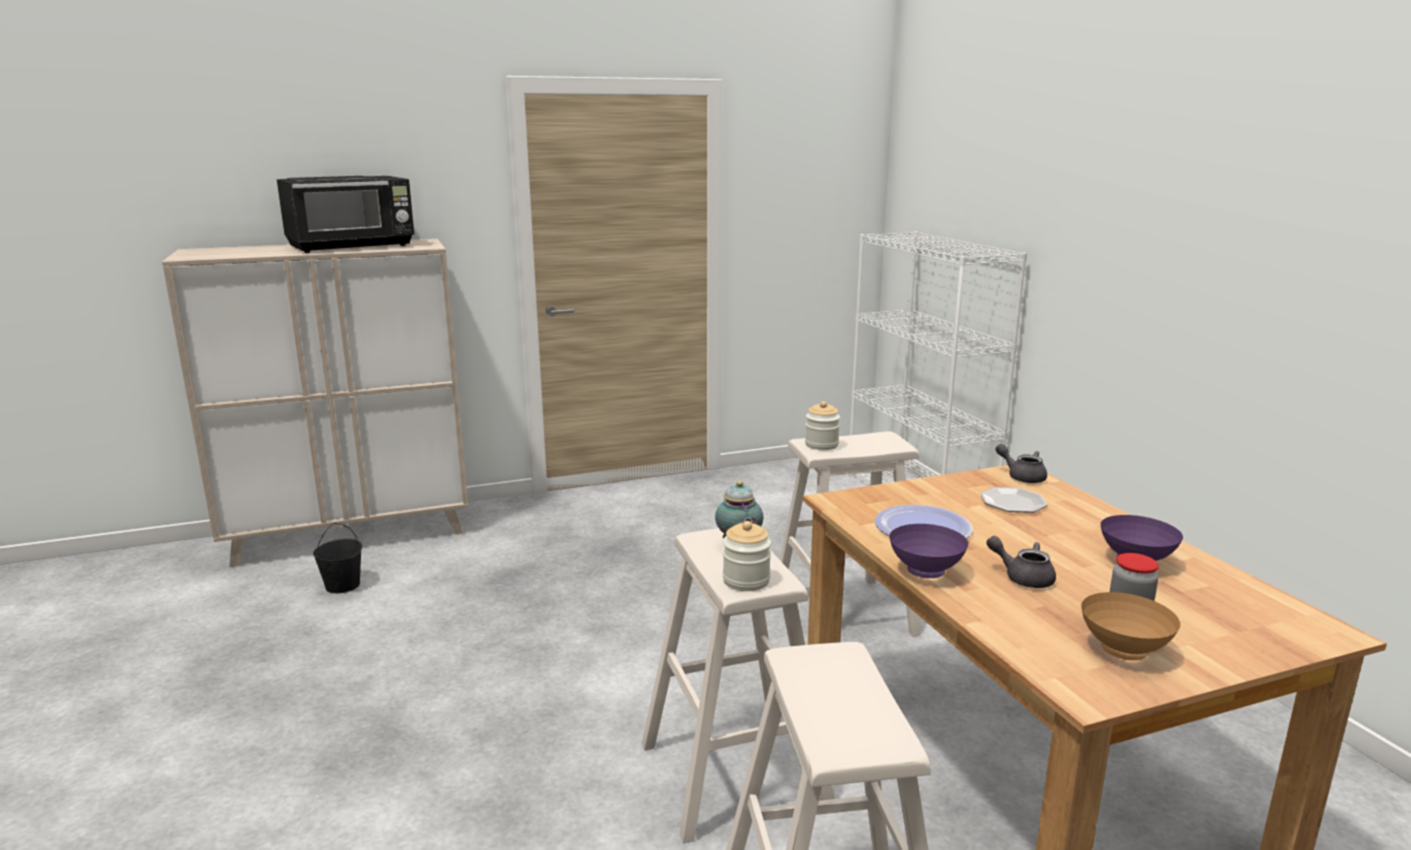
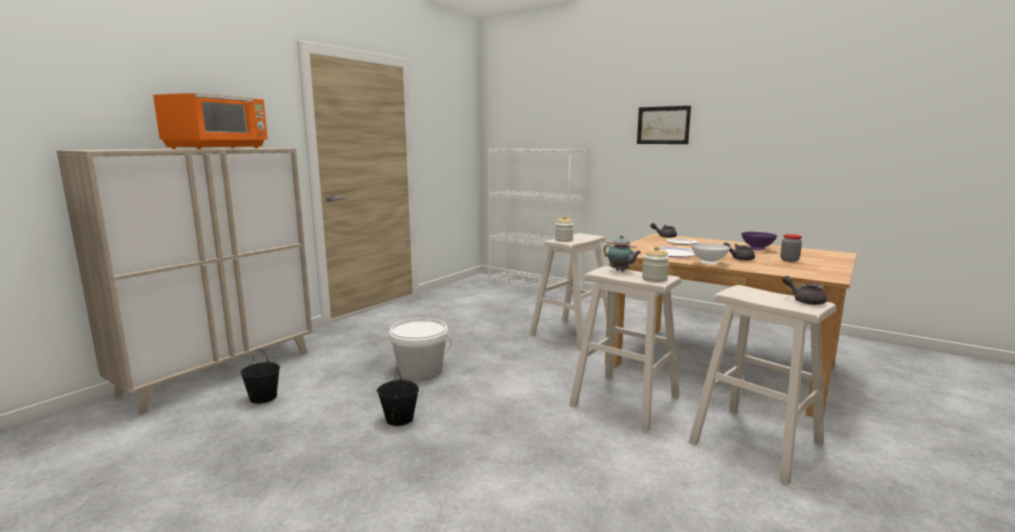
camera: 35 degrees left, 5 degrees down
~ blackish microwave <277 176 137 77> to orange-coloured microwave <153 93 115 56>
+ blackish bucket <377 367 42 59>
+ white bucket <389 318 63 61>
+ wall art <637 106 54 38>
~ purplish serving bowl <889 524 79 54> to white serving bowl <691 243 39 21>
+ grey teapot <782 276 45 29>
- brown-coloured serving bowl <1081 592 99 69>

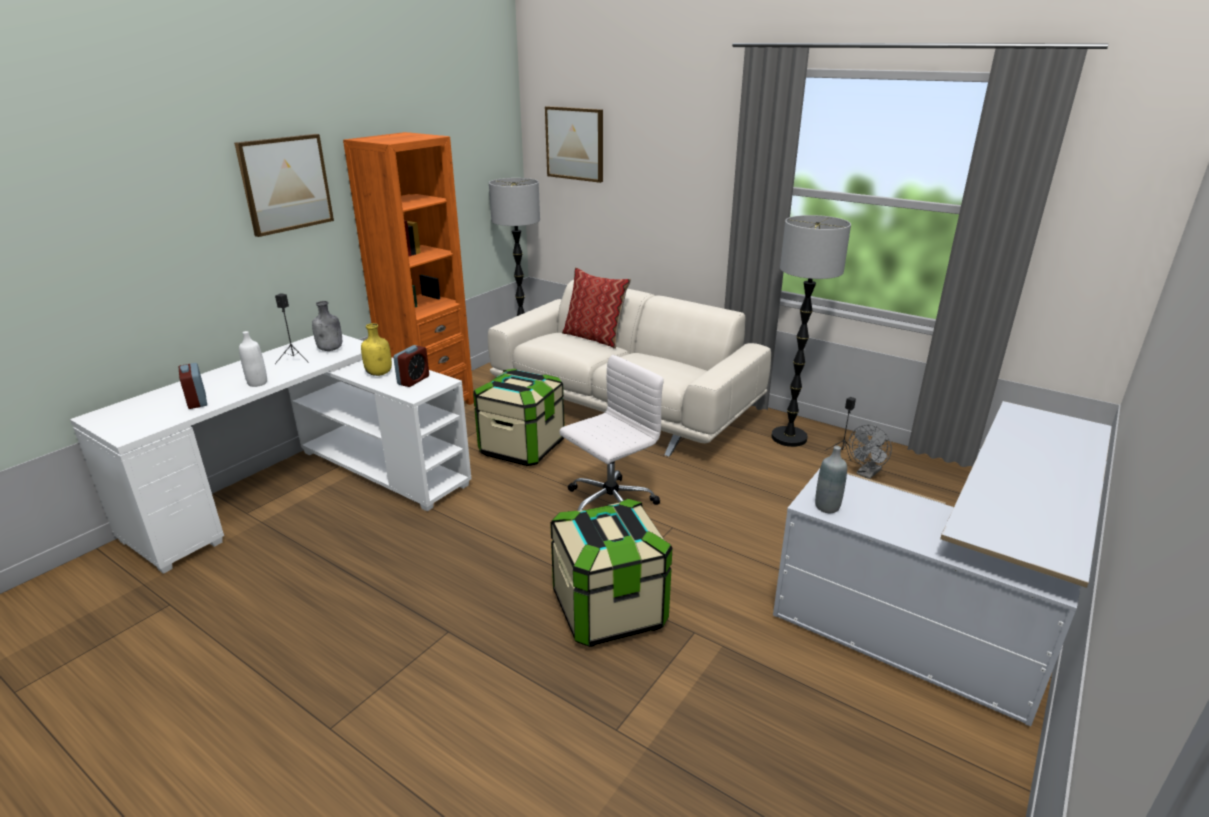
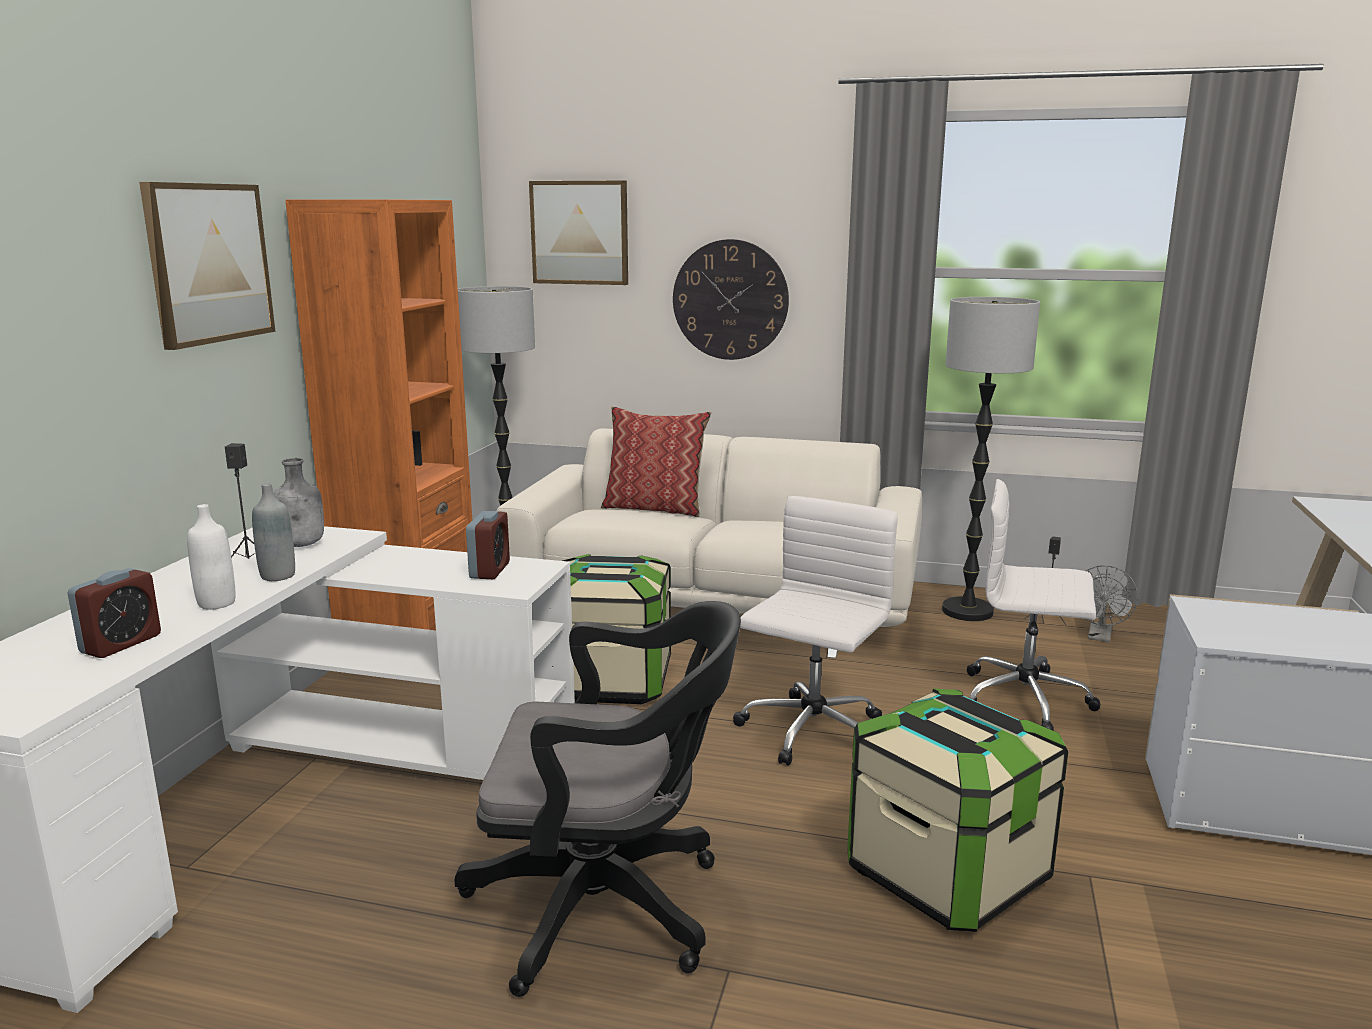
camera: 20 degrees left, 10 degrees down
~ alarm clock <179 363 28 46> = <67 568 94 90> 105 degrees counterclockwise
~ grey beverage bottle <815 446 32 67> to <252 483 43 98>
+ blackish desk chair <455 601 286 396>
+ clock on the wall <673 239 116 121>
+ white desk chair <967 479 134 252>
- yellow beverage bottle <361 323 31 53>

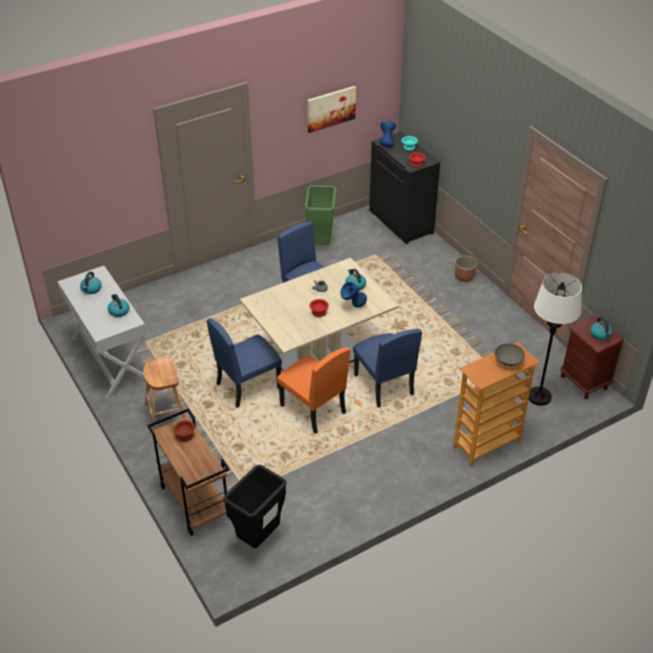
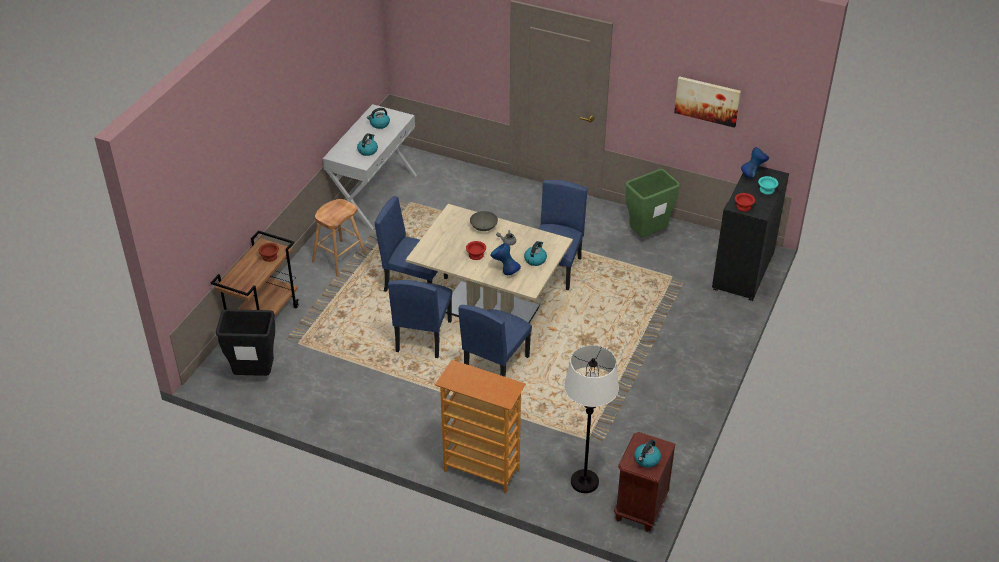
camera: 55 degrees right, 0 degrees up
~ orange-coloured chair <277 347 73 87> to blue-coloured chair <388 280 64 78>
~ grey serving bowl <495 344 30 22> to <470 211 28 20>
- planter <455 256 22 26>

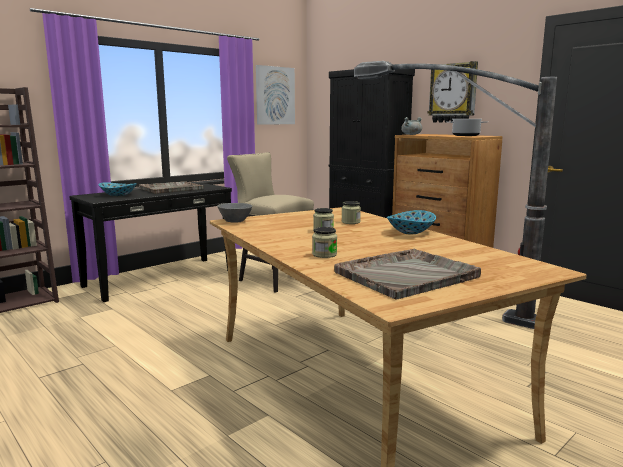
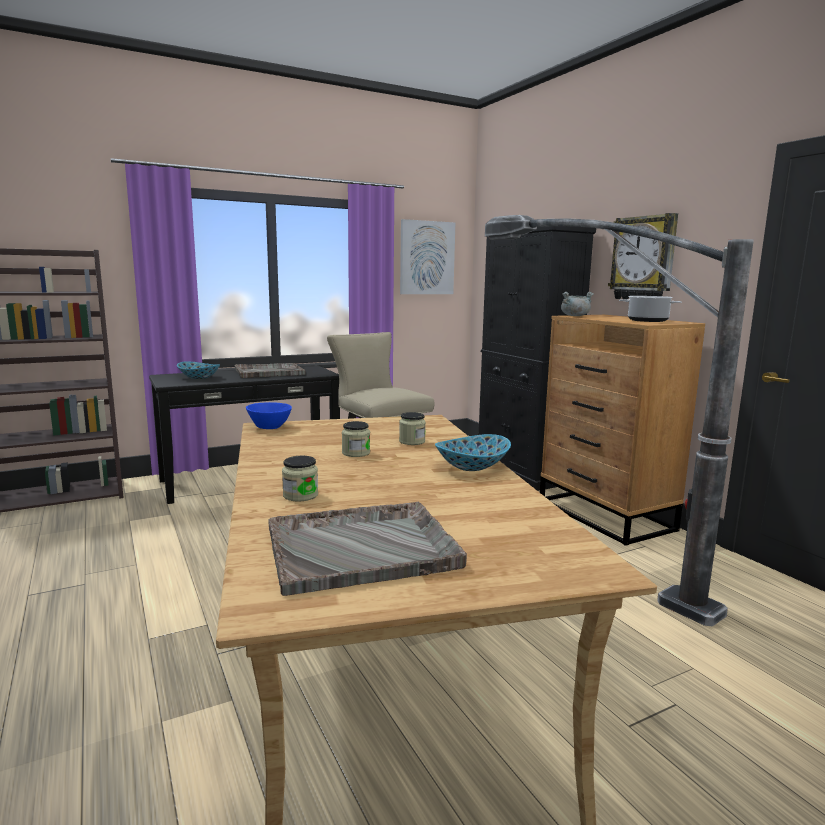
camera: 15 degrees right, 0 degrees up
~ grey serving bowl <217 203 35 19> to blue-coloured serving bowl <246 402 46 27>

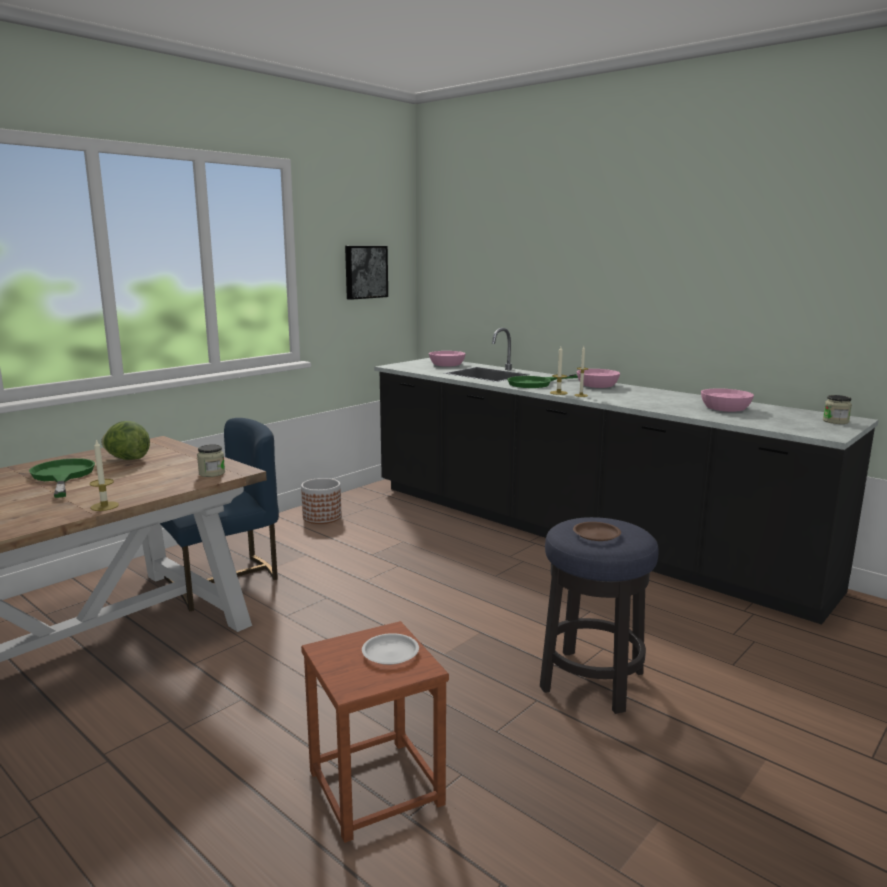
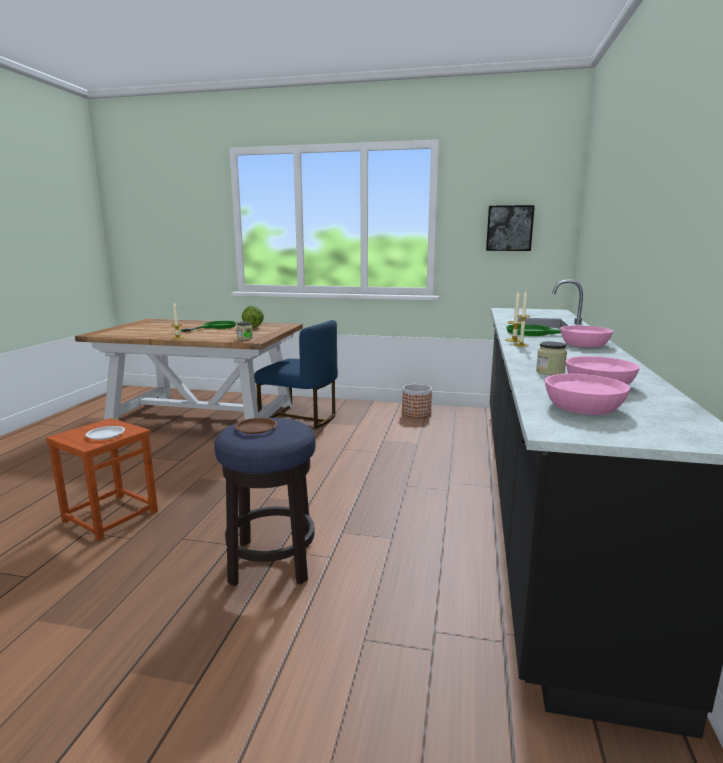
camera: 60 degrees right, 0 degrees up
~ preserve jar <823 395 29 29> to <536 341 31 34>
~ pink-coloured serving bowl <429 351 36 16> to <545 374 85 41>

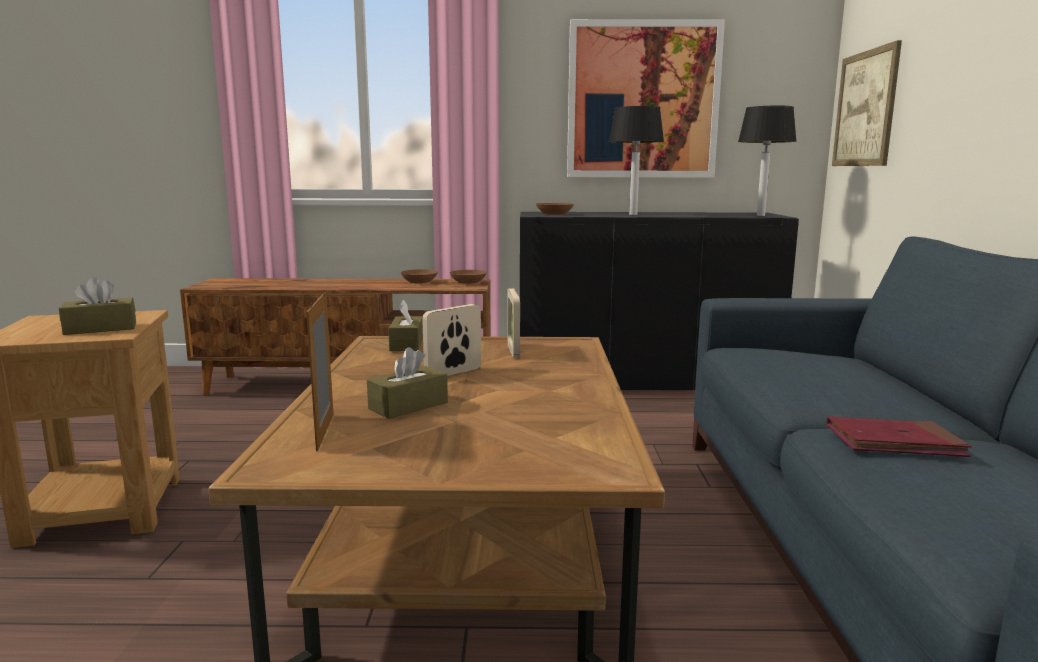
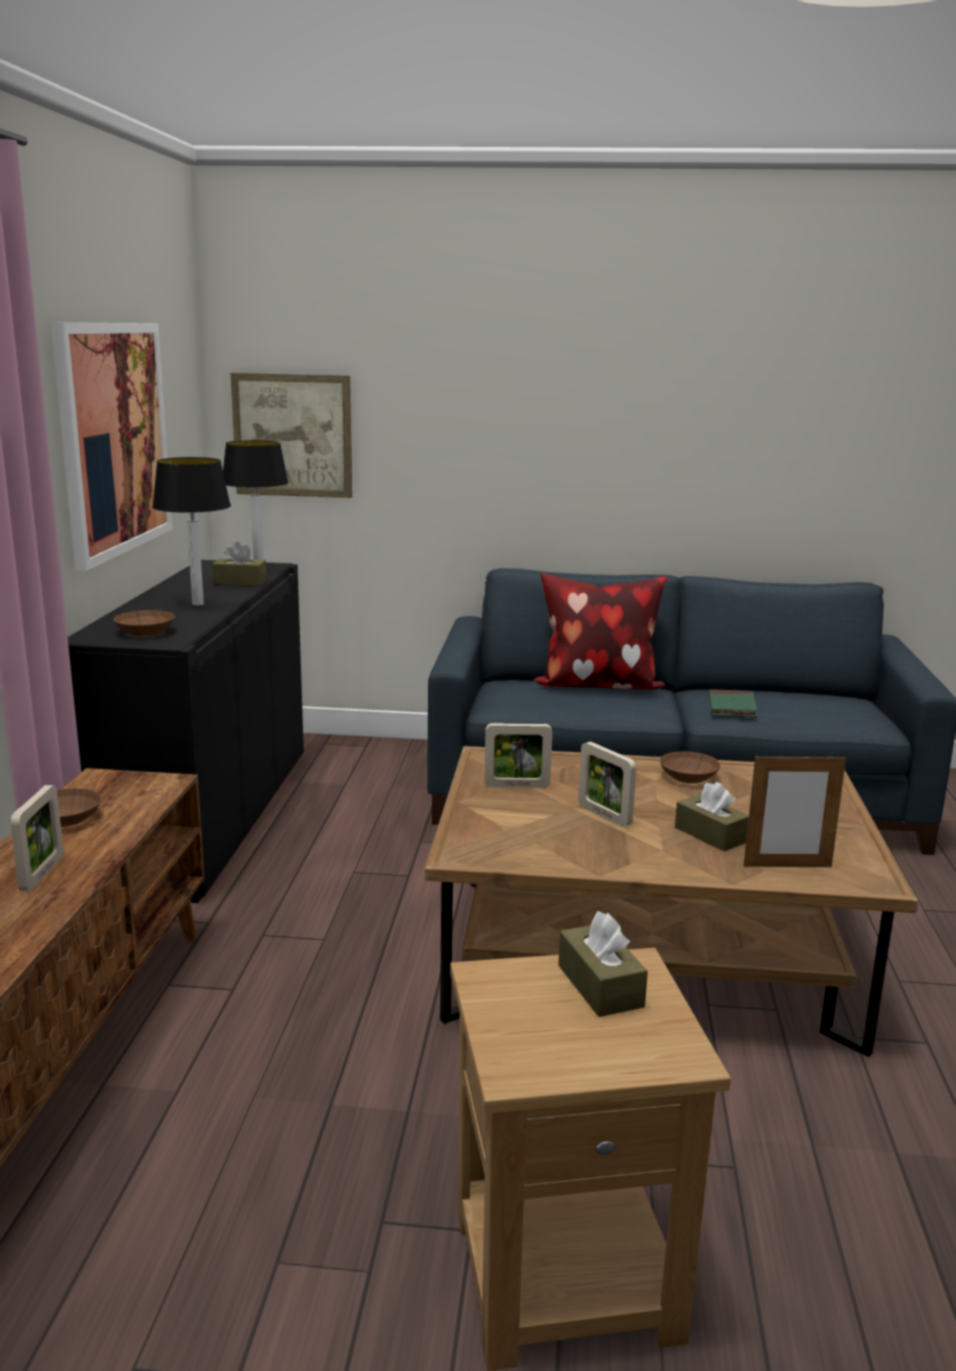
camera: 85 degrees left, 5 degrees up
+ standing frame <10 785 53 106>
~ brown-coloured box of tissues <388 300 35 51> to <212 542 55 44>
+ throw pillow <534 573 133 117>
~ brown-coloured serving bowl <450 270 37 14> to <660 751 61 32>
~ reddish book <826 416 146 41> to greenish book <709 689 48 28>

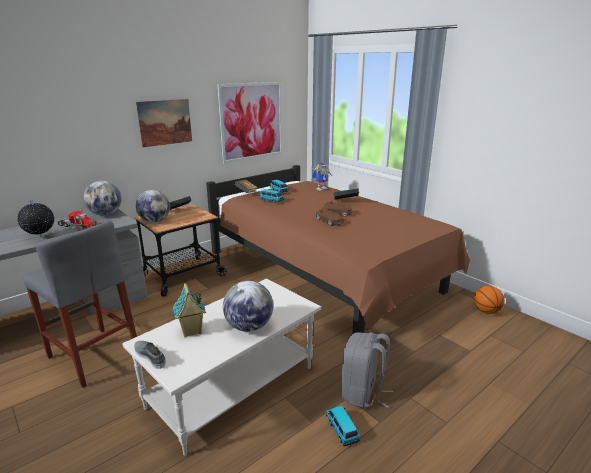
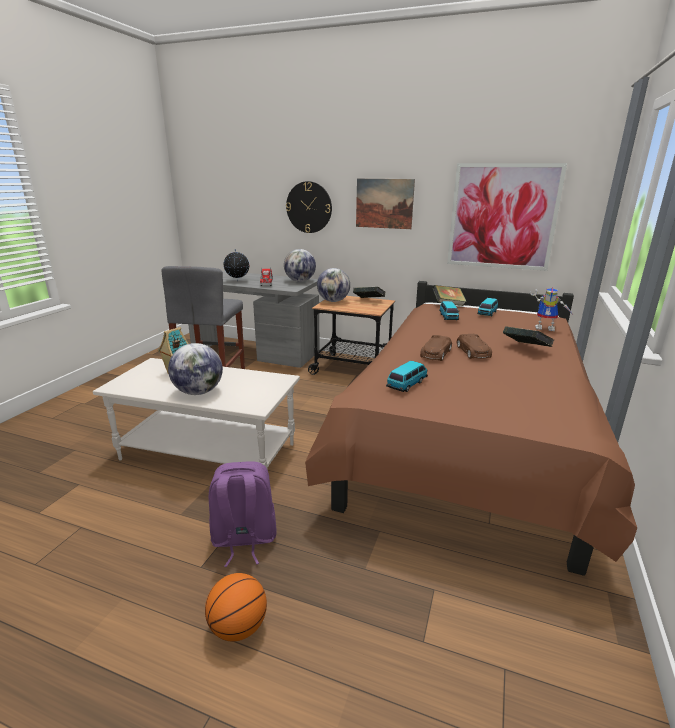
camera: 60 degrees right, 0 degrees up
~ basketball <474 286 31 28> to <205 573 62 68>
~ grey rucksack <341 332 52 77> to purplish rucksack <209 461 68 106>
+ clock on the wall <286 181 46 52>
~ miniature car <326 406 34 40> to <386 361 42 31>
- grey shoe <134 341 32 28>

